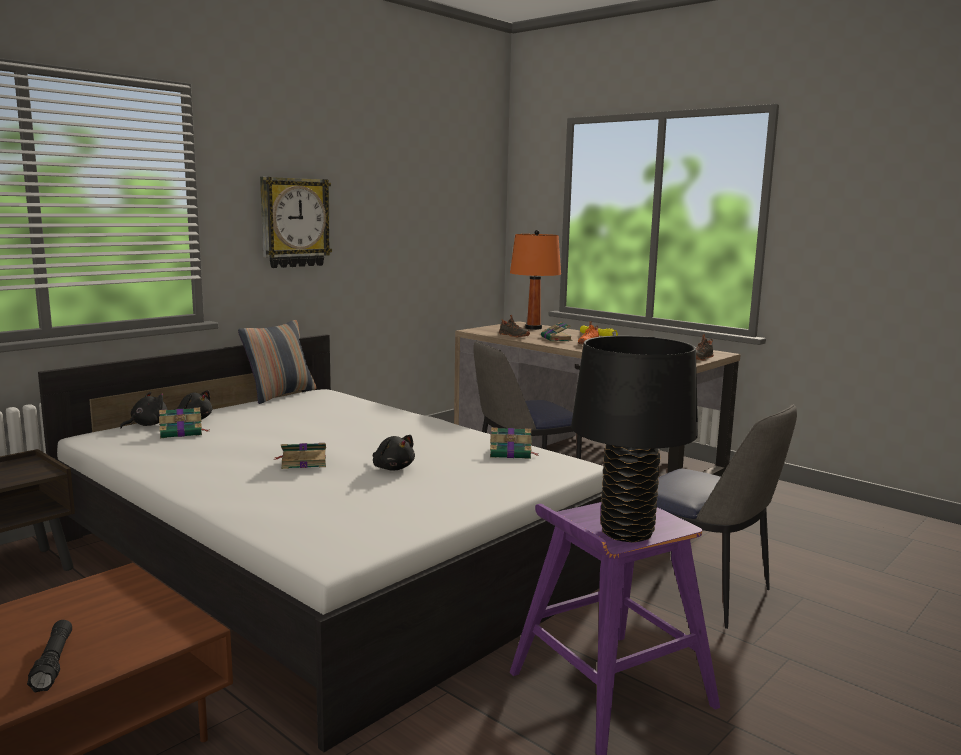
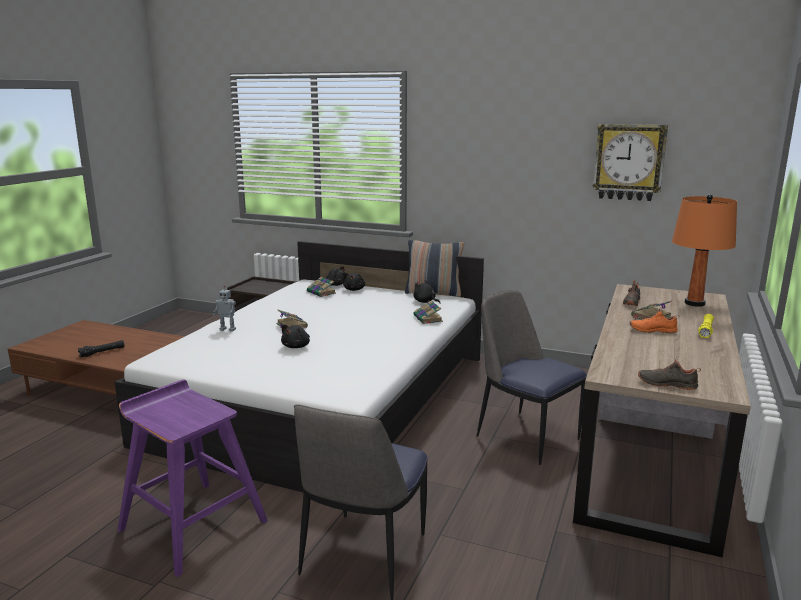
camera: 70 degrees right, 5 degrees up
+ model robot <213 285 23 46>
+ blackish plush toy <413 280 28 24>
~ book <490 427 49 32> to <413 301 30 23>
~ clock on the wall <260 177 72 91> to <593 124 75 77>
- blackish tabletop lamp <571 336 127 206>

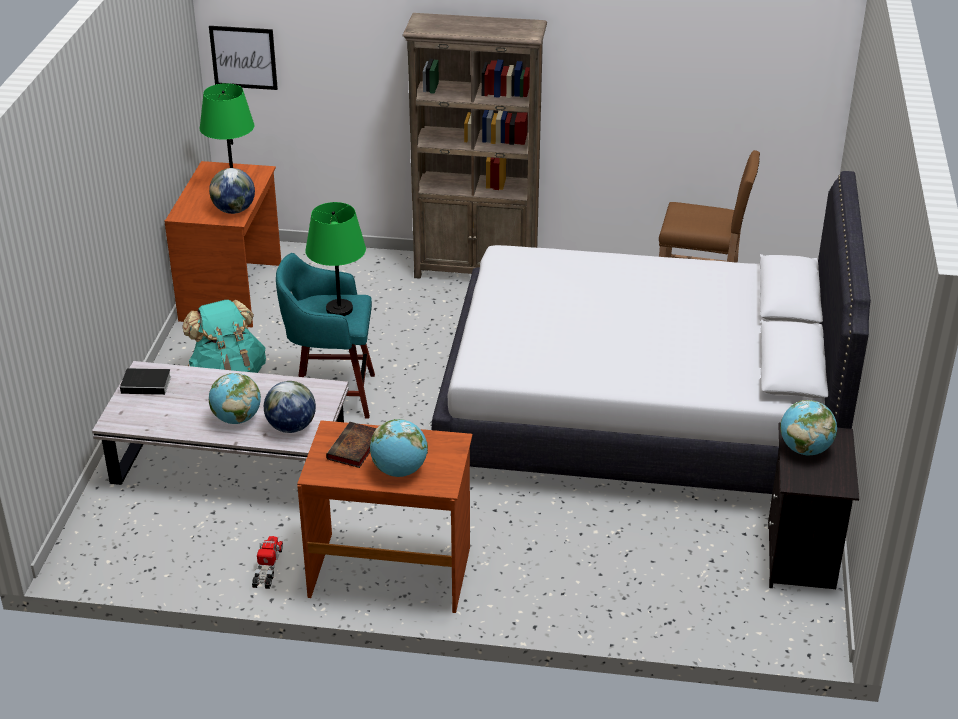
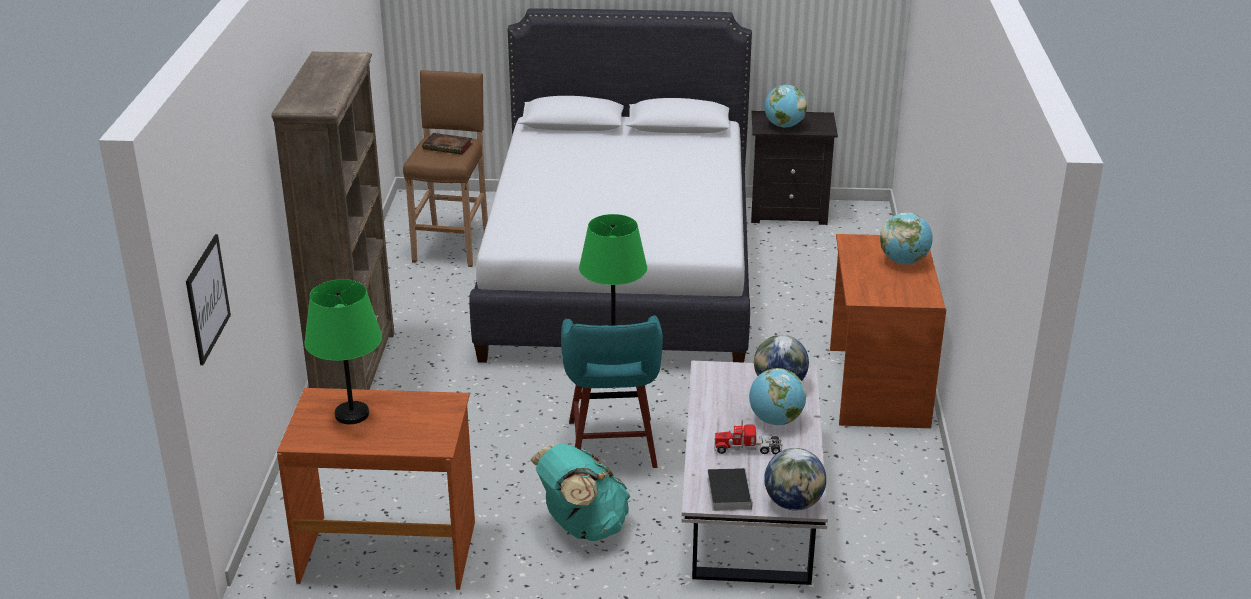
camera: 95 degrees left, 5 degrees down
~ book <326 422 51 46> to <422 133 50 22>
~ toy truck <252 536 31 53> to <714 421 69 33>
~ globe <209 168 46 46> to <764 448 62 63>

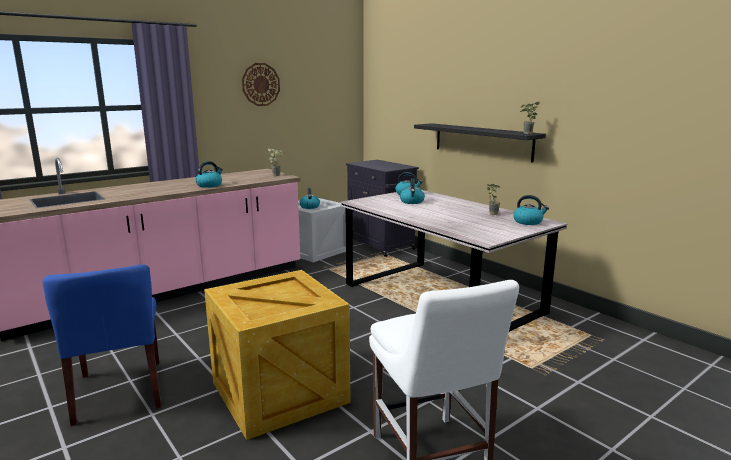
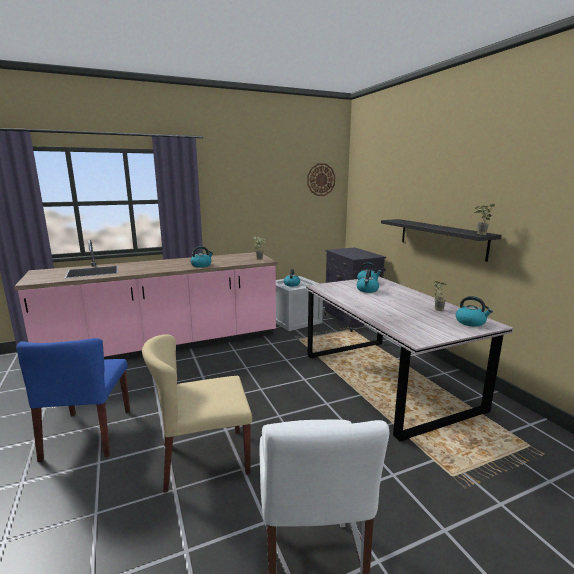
camera: 15 degrees right, 0 degrees up
~ packing crate <204 270 146 170> to sand-coloured chair <142 334 110 159>
~ clock on the wall <242 63 38 43> to <307 163 28 33>

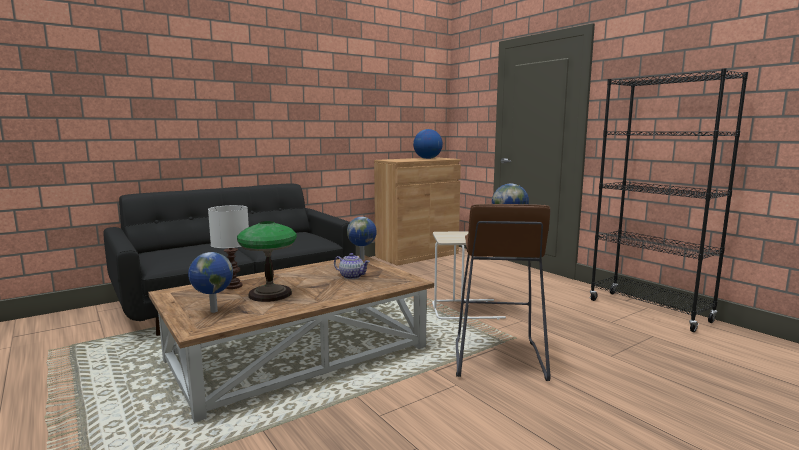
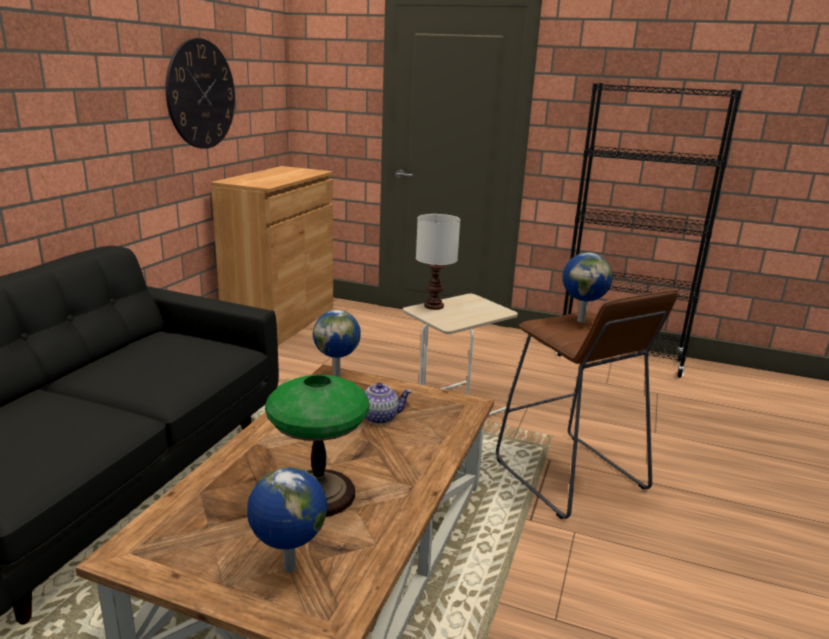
camera: 35 degrees left, 10 degrees up
+ clock on the wall <165 38 70 111>
~ white tabletop lamp <208 205 41 84> to <416 214 44 96>
- globe <413 129 30 30>

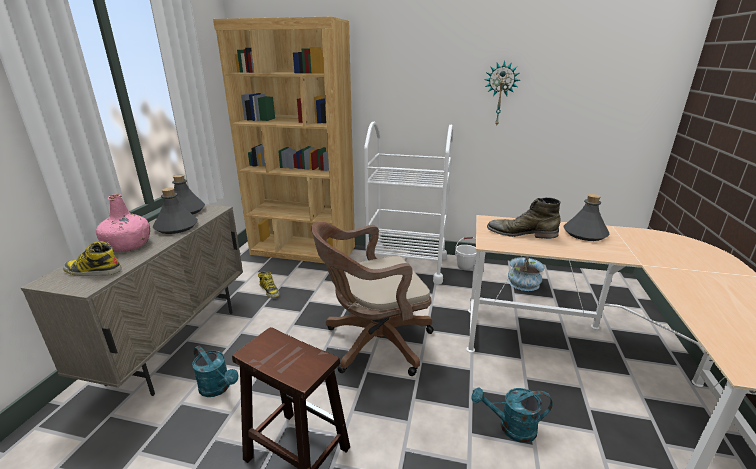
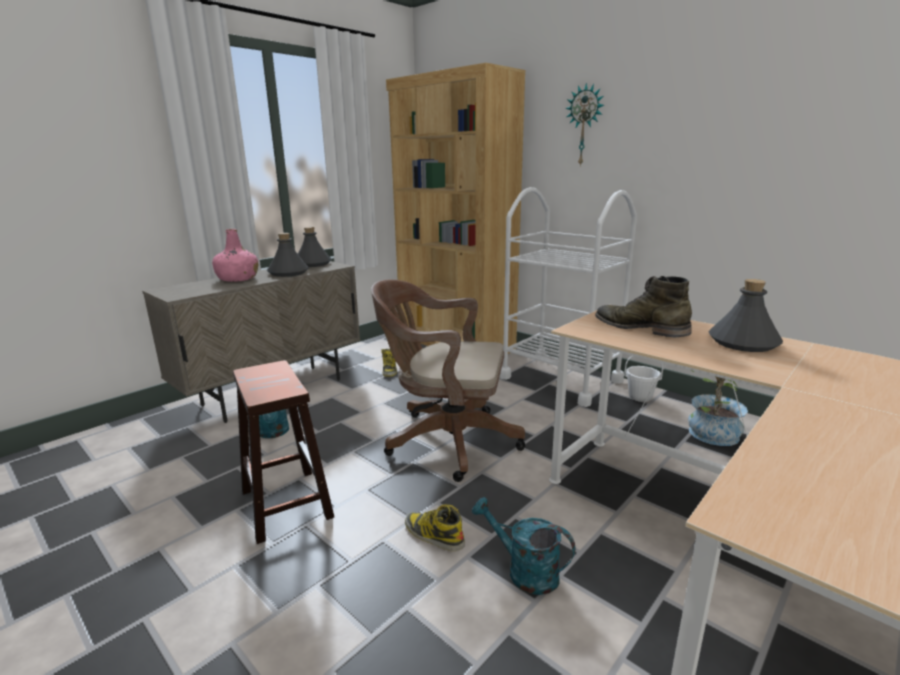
camera: 30 degrees right, 5 degrees down
~ boot <63 241 59 35> to <405 504 60 47>
~ clock on the wall <484 61 36 66> to <565 83 39 84>

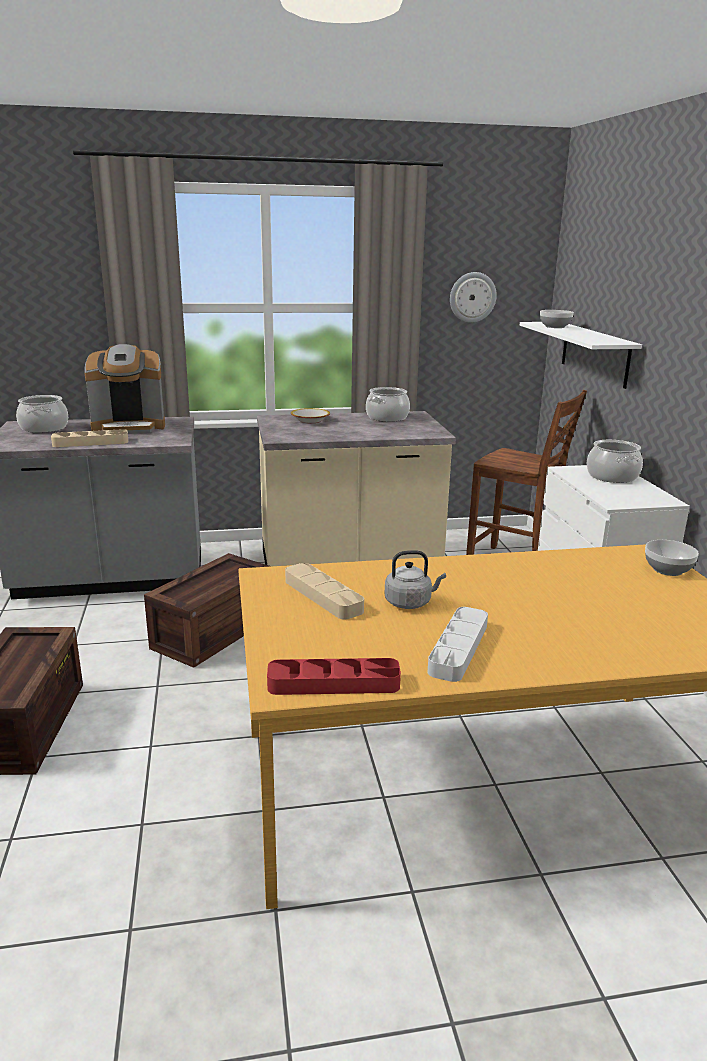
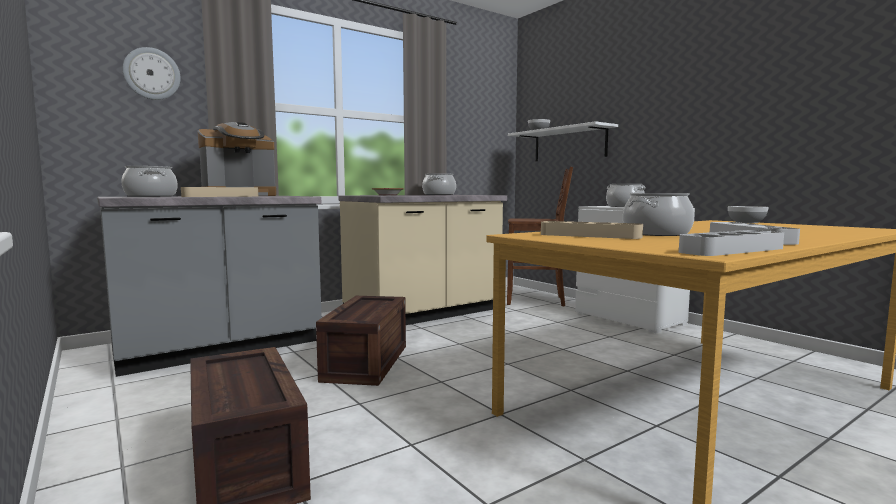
camera: 25 degrees left, 15 degrees down
~ clock on the wall <450 272 47 51> to <122 47 59 53>
~ grey water kettle <385 550 61 59> to saucepot <623 193 71 43>
~ reddish carrying tray <267 658 134 37> to grey carrying tray <679 230 105 26>

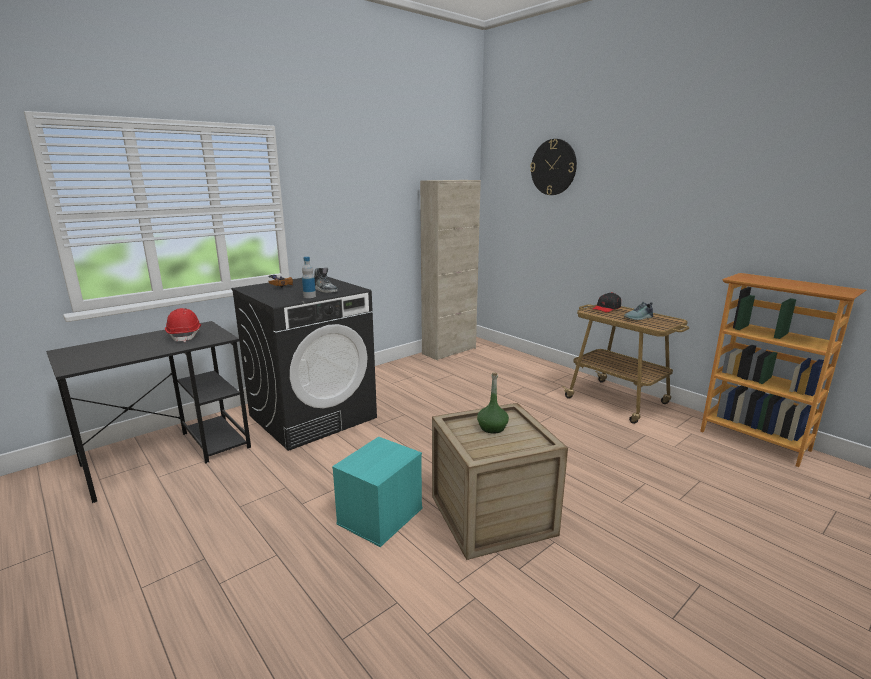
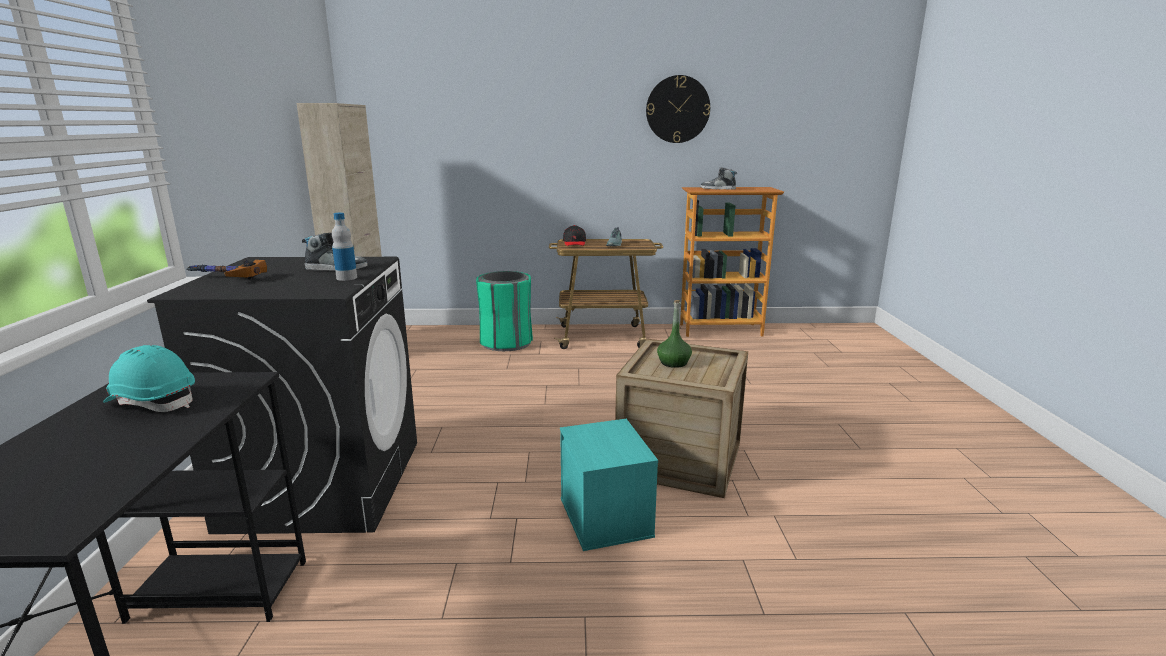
camera: 50 degrees left, 0 degrees up
~ reddish safety helmet <165 308 36 34> to turquoise safety helmet <103 345 92 67>
+ greenish rubbish bin <476 271 57 80>
~ clock on the wall <530 139 47 56> to <646 75 64 68>
+ shoe <700 167 37 23>

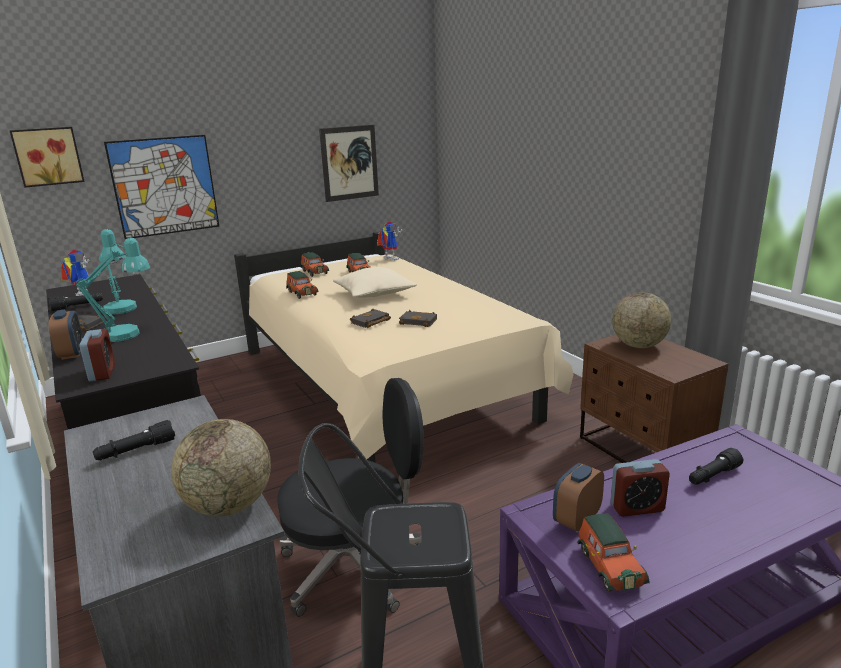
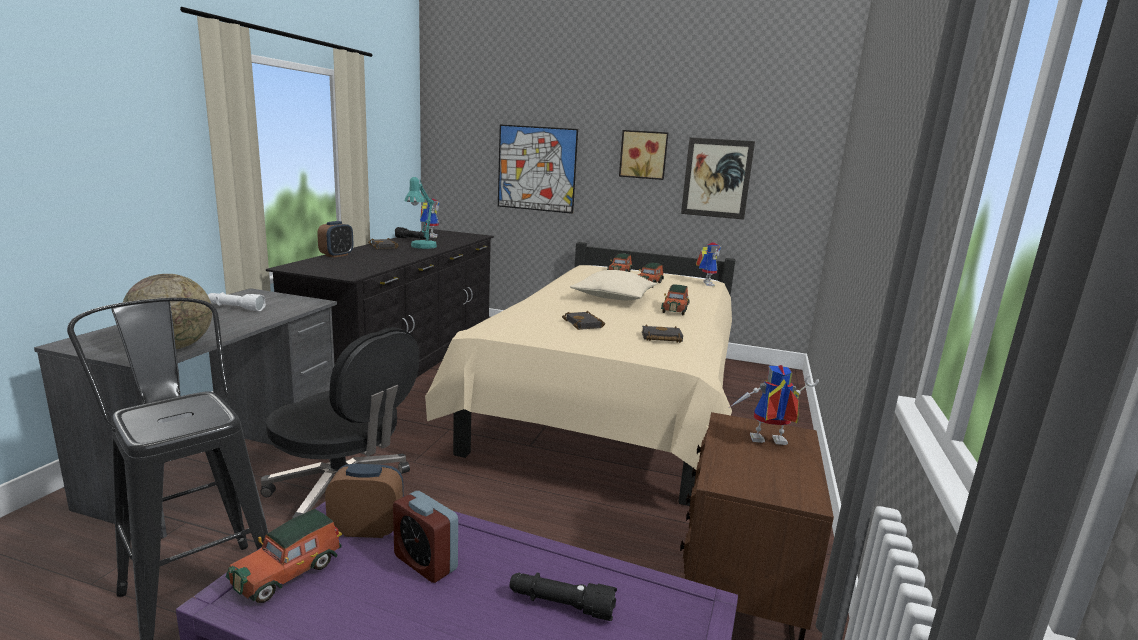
camera: 45 degrees right, 5 degrees down
~ blackish torch <93 420 82 40> to white torch <208 292 58 19>
~ wall art <10 127 75 61> to <619 130 49 50>
~ blackish book <350 309 41 19> to <642 324 41 19>
~ miniature car <286 271 32 28> to <661 285 29 30>
~ globe <612 292 59 56> to model robot <730 365 89 80>
- turquoise tabletop lamp <76 237 74 105>
- alarm clock <80 329 35 52>

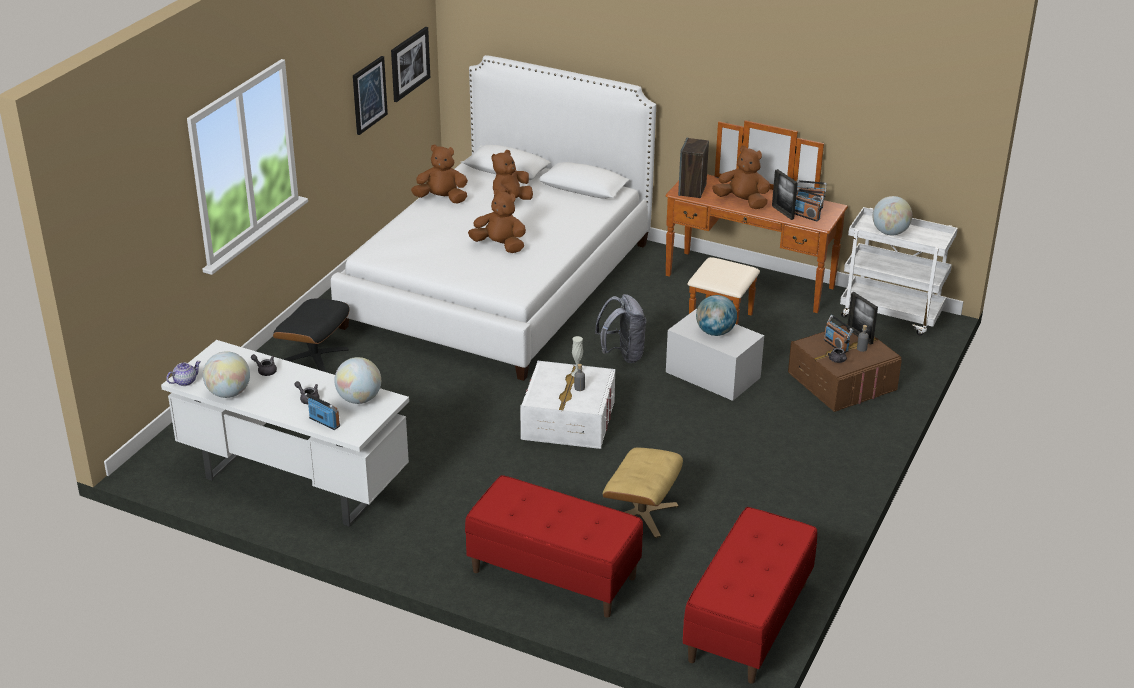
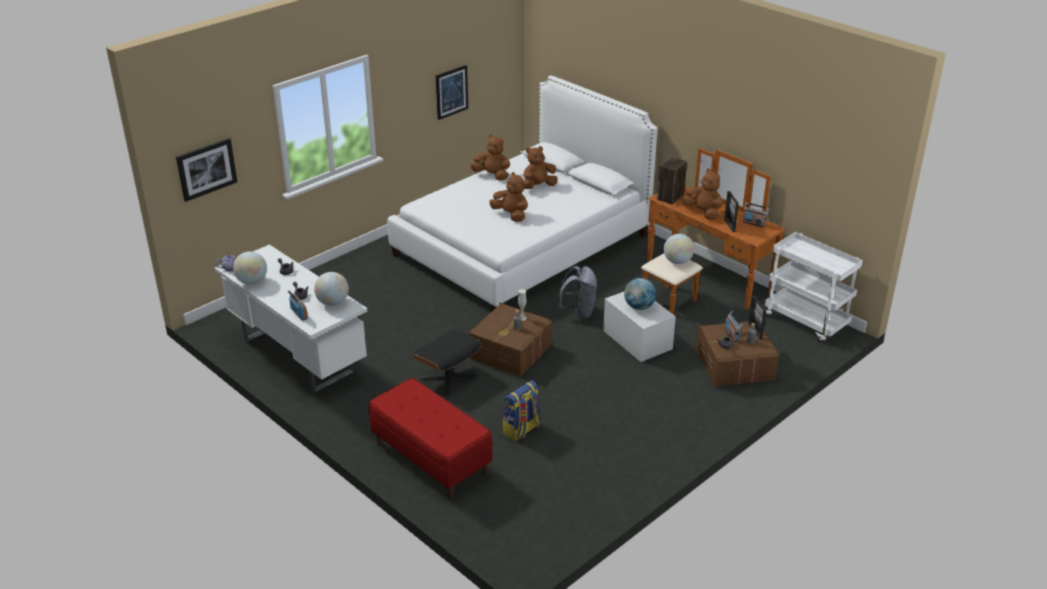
camera: 20 degrees right, 0 degrees up
~ wall art <391 27 39 75> to <176 138 61 64>
~ blackish ottoman <273 299 76 73> to <412 330 69 65>
~ white storage container <520 361 95 88> to brown-coloured storage container <468 303 84 74>
~ sand-coloured ottoman <603 448 80 90> to rucksack <502 381 38 60>
~ globe <873 196 39 39> to <664 234 30 30>
- reddish bench <683 507 134 177>
- radio <795 188 29 33>

